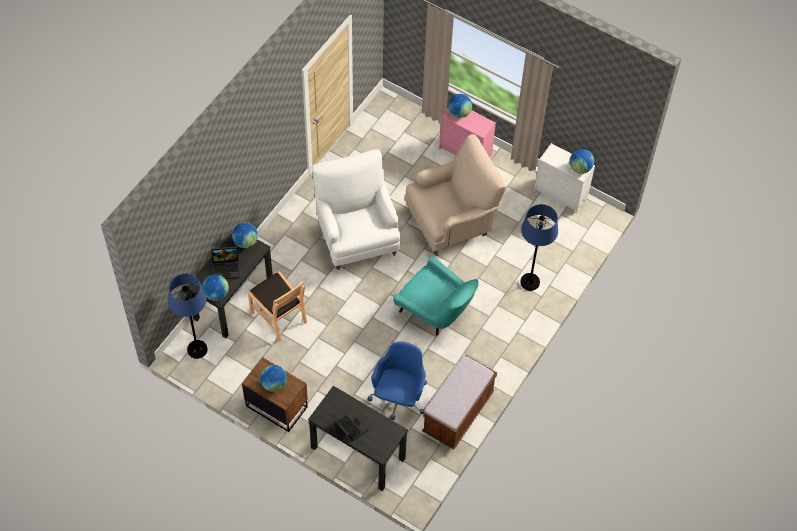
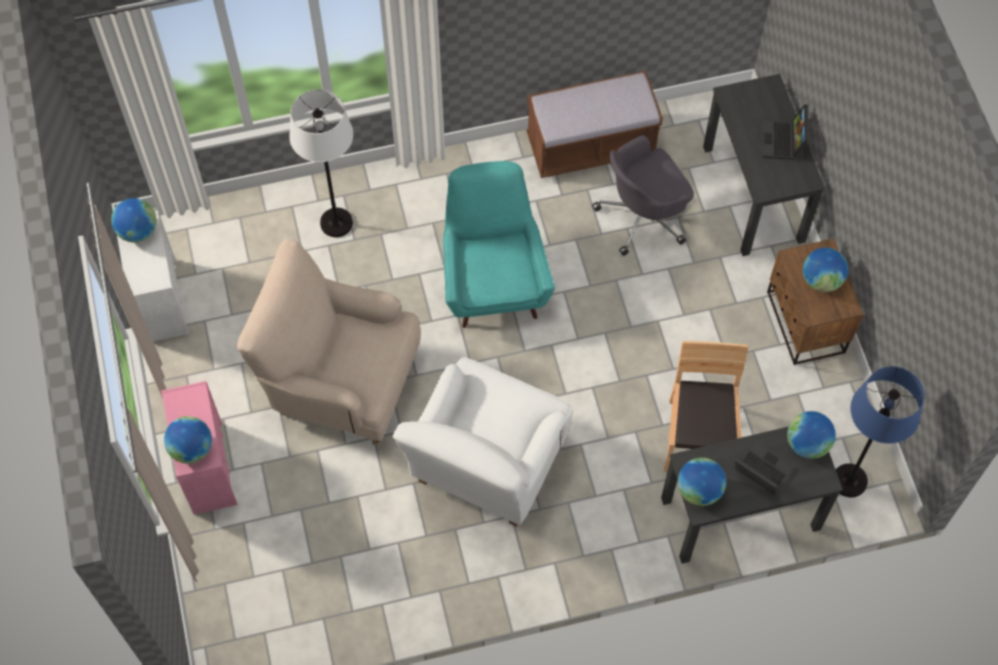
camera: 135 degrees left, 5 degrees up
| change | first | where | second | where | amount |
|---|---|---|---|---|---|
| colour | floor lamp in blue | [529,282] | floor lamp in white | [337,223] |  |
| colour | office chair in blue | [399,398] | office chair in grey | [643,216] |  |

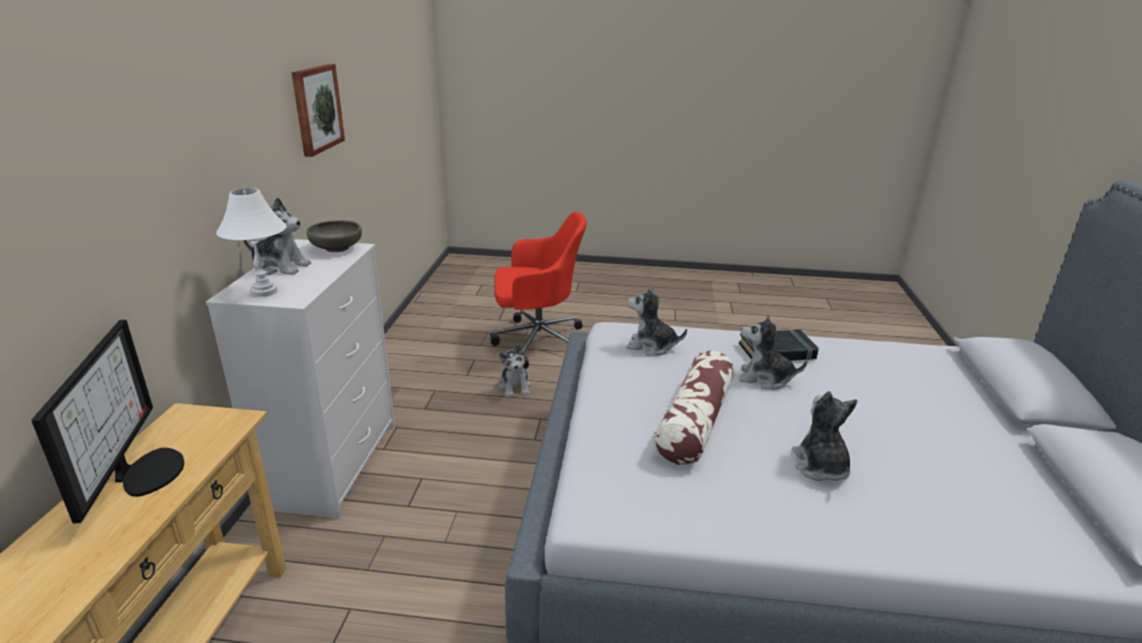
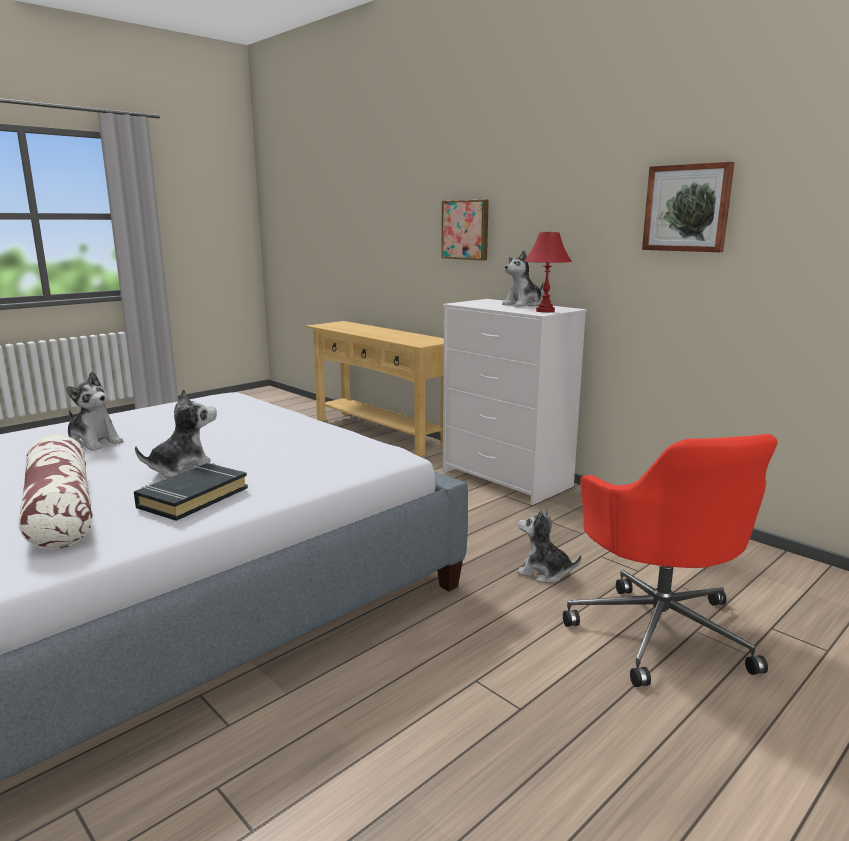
camera: 130 degrees right, 10 degrees down
| change | first | where | second | where | amount |
|---|---|---|---|---|---|
| missing | table lamp in white | [264,291] |  |  |  |
| spun | office chair in red | [537,342] |  | [659,630] | 45 degrees counterclockwise |
| exchanged | bowl in grey | [336,248] | table lamp in red | [545,311] |  |
| missing | plush toy | [651,346] |  |  |  |
| missing | monitor | [144,472] |  |  |  |
| relocated | pillow | [695,421] |  | [60,510] |  |
| appeared |  |  | picture | [466,230] |  |

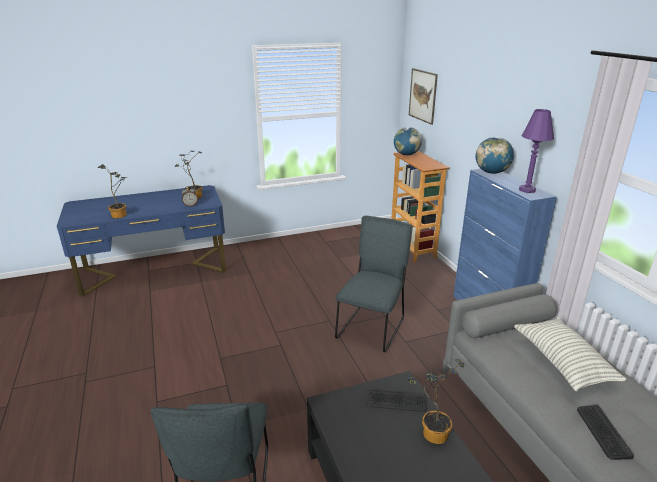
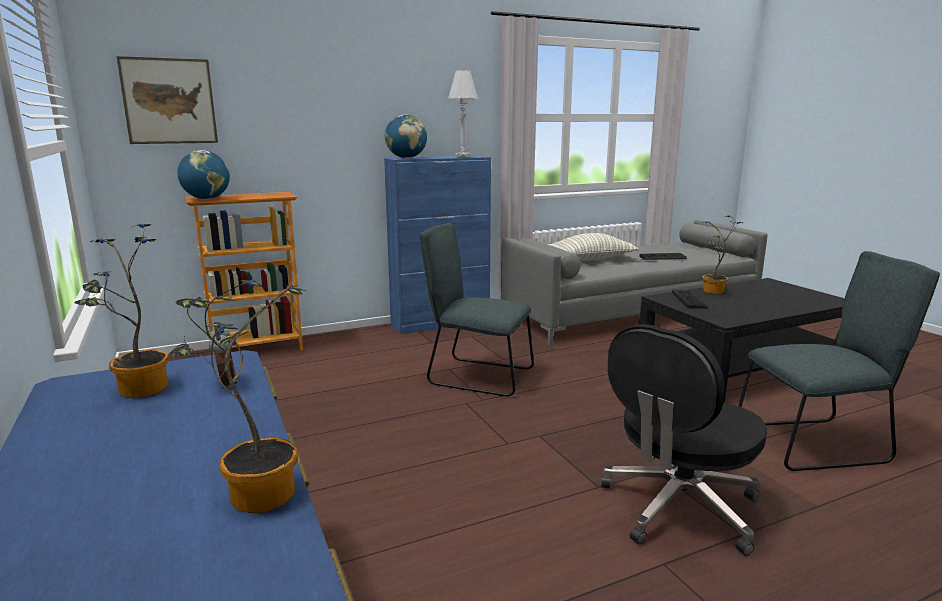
camera: 95 degrees left, 10 degrees down
| change | first | where | second | where | amount |
|---|---|---|---|---|---|
| colour | table lamp in purple | [527,190] | table lamp in white | [463,156] |  |
| appeared |  |  | office chair in black | [678,508] |  |

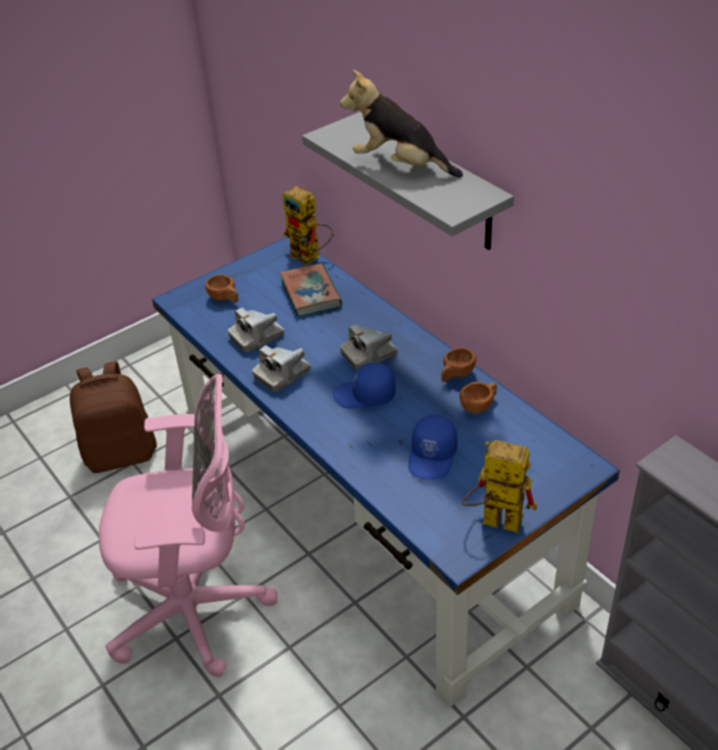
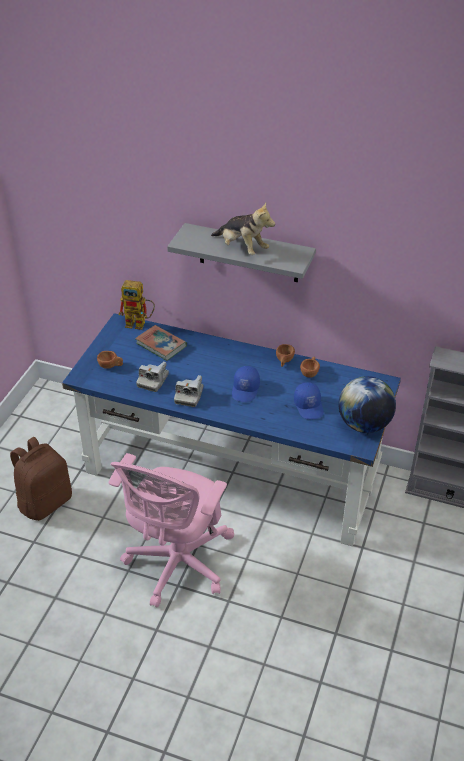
camera: 35 degrees left, 0 degrees up
| change | first | where | second | where | amount |
|---|---|---|---|---|---|
| spun | plush toy | [400,165] |  | [242,248] | 135 degrees counterclockwise |
| missing | photo camera | [369,354] |  |  |  |
| spun | cap in blue | [364,395] |  | [246,390] | 45 degrees counterclockwise |
| spun | office chair in pink | [196,609] |  | [176,565] | 150 degrees clockwise |
| exchanged | toy robot | [492,520] | globe | [364,425] |  |

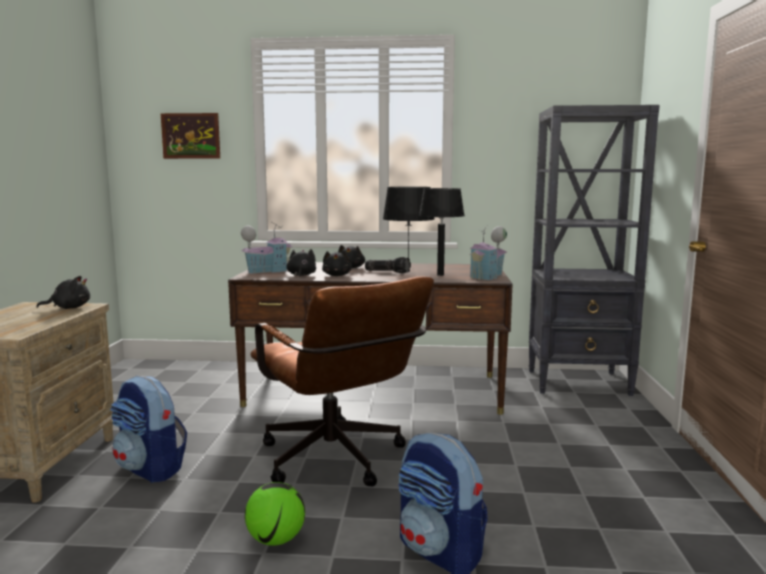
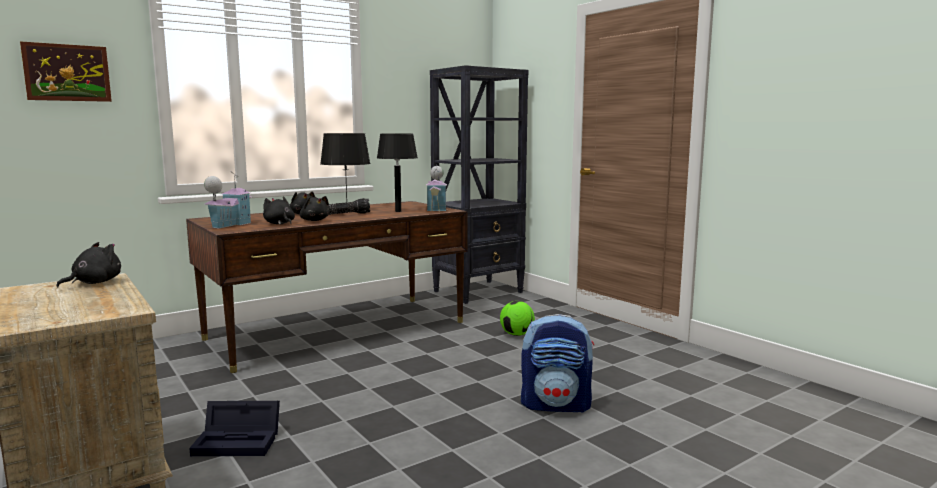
camera: 40 degrees left, 0 degrees up
| change | first | where | second | where | amount |
|---|---|---|---|---|---|
| missing | office chair in brown | [338,462] |  |  |  |
| exchanged | backpack | [151,469] | storage box in black | [240,441] |  |
| relocated | football | [276,540] |  | [517,334] |  |

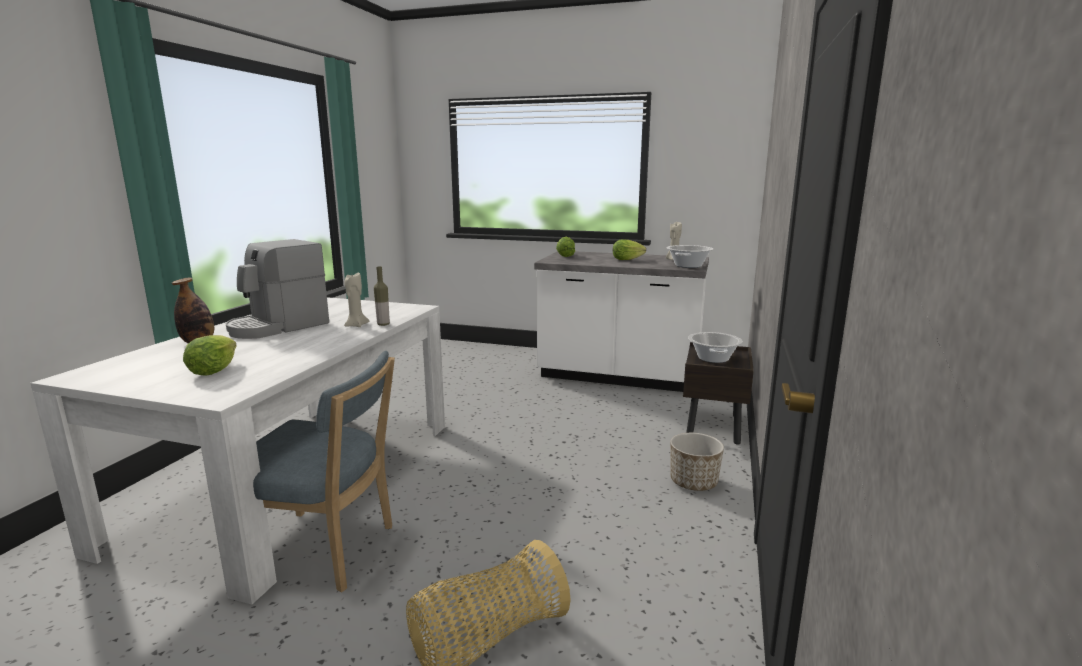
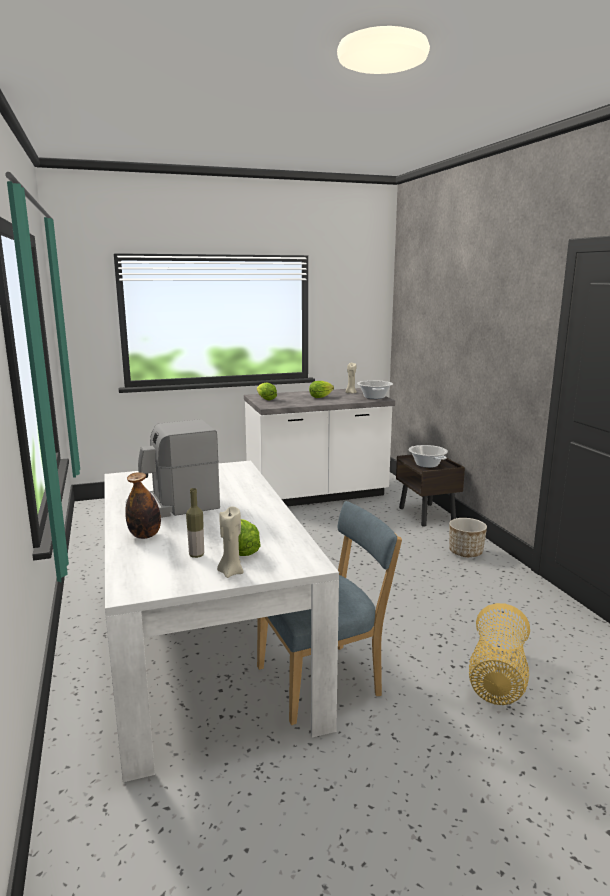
camera: 35 degrees left, 0 degrees up
| change | first | where | second | where | amount |
|---|---|---|---|---|---|
| spun | coffee machine | [278,327] |  | [173,506] | 60 degrees clockwise |
| relocated | bottle | [383,324] |  | [196,555] |  |
| relocated | candle in beige | [356,325] |  | [231,572] |  |

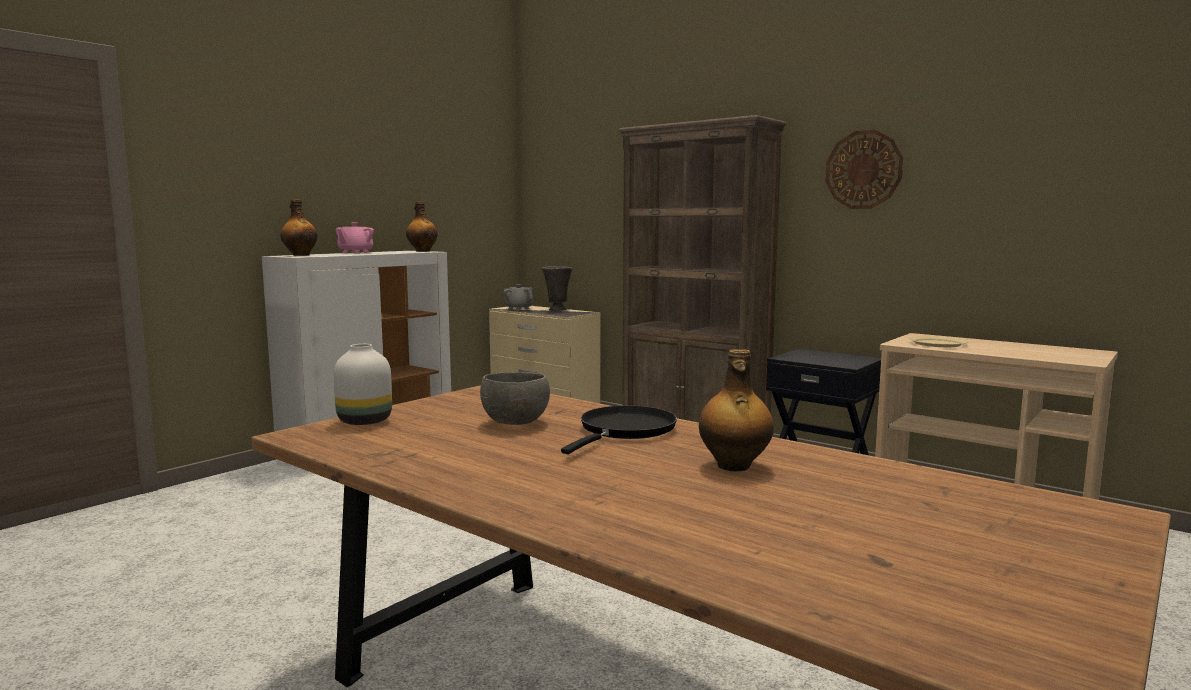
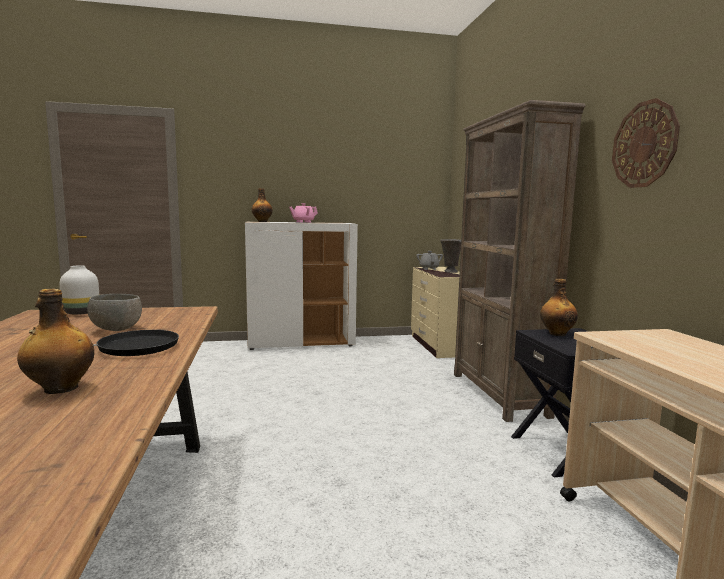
camera: 40 degrees right, 0 degrees up
| change | first | where | second | where | amount |
|---|---|---|---|---|---|
| relocated | bottle | [422,251] |  | [557,334] |  |
| missing | plate in beige | [937,343] |  |  |  |

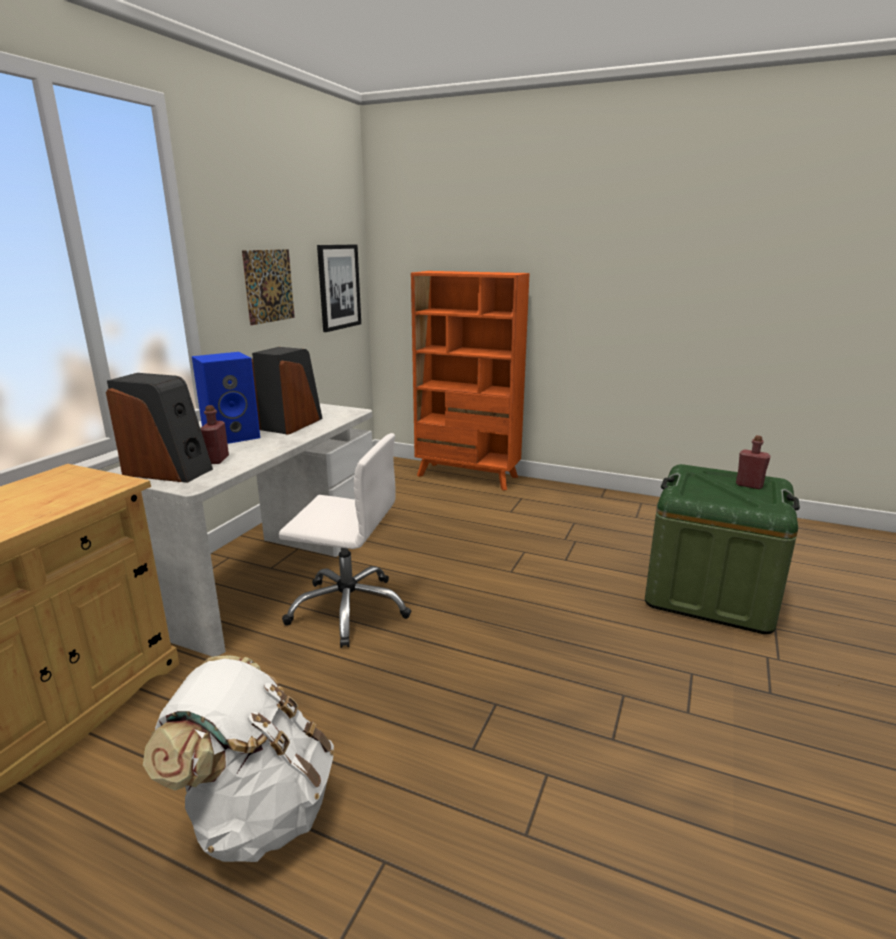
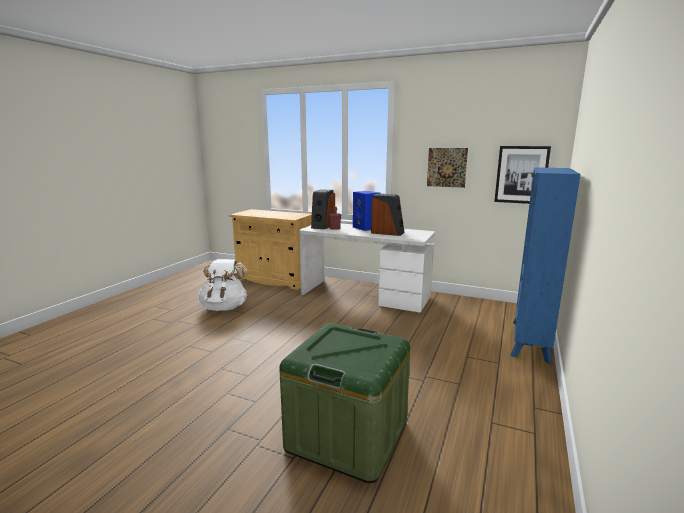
camera: 90 degrees right, 5 degrees down
| change | first | where | second | where | amount |
|---|---|---|---|---|---|
| colour | bookcase in orange | [467,476] | bookcase in blue | [530,341] |  |
| missing | office chair in white | [349,608] |  |  |  |
| missing | bottle in red | [749,485] |  |  |  |

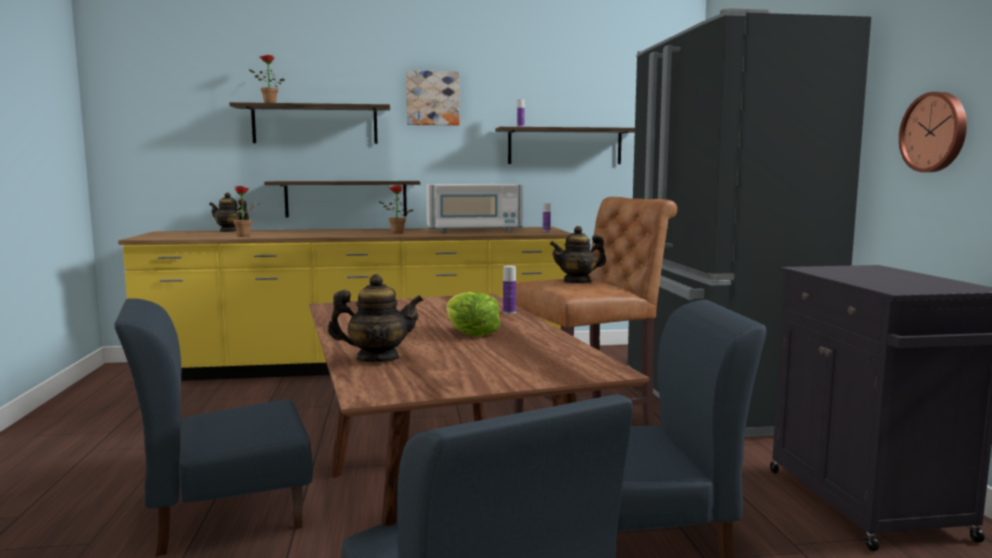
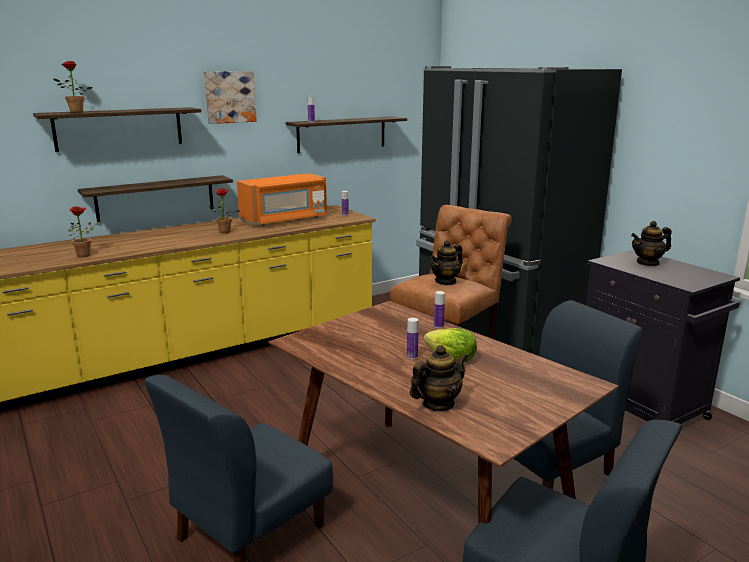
camera: 25 degrees left, 10 degrees up
| change | first | where | second | where | amount |
|---|---|---|---|---|---|
| missing | wall clock | [935,132] |  |  |  |
| colour | microwave in white | [474,230] | microwave in orange | [285,220] |  |
| relocated | teapot | [229,231] |  | [648,263] |  |
| appeared |  |  | bottle | [412,356] |  |

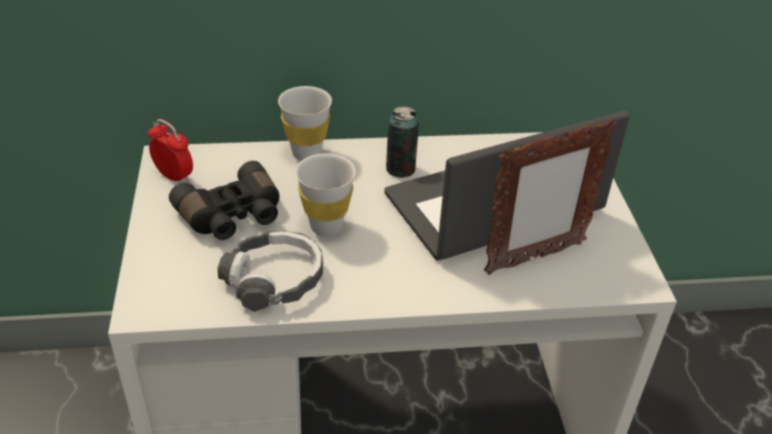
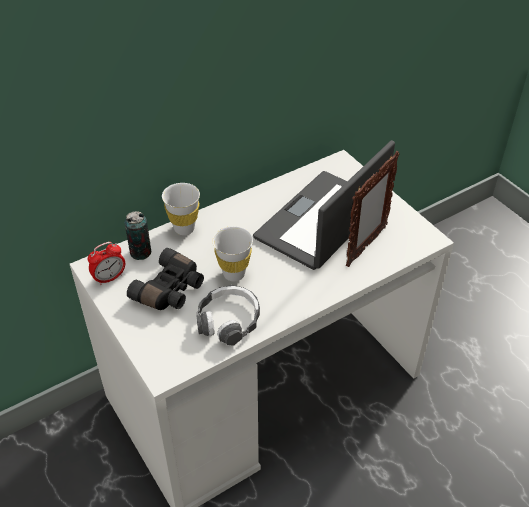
camera: 25 degrees left, 5 degrees up
| change | first | where | second | where | amount |
|---|---|---|---|---|---|
| relocated | can | [400,169] |  | [140,252] |  |
| spun | alarm clock | [174,176] |  | [109,278] | 135 degrees clockwise |

